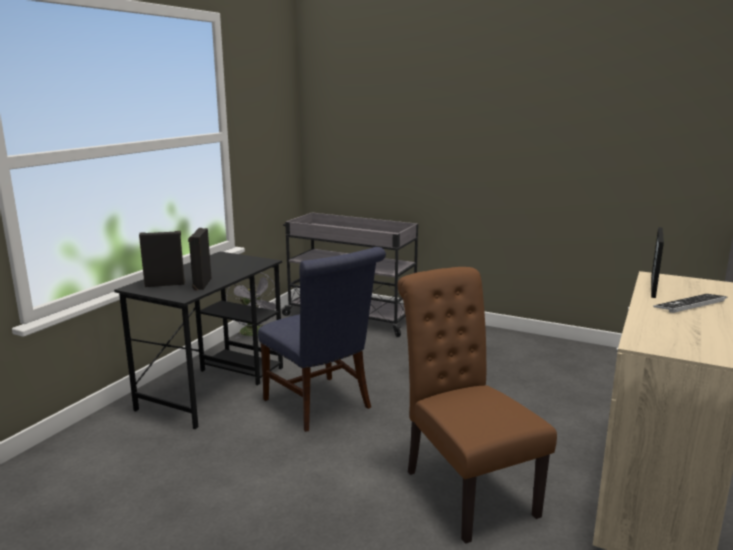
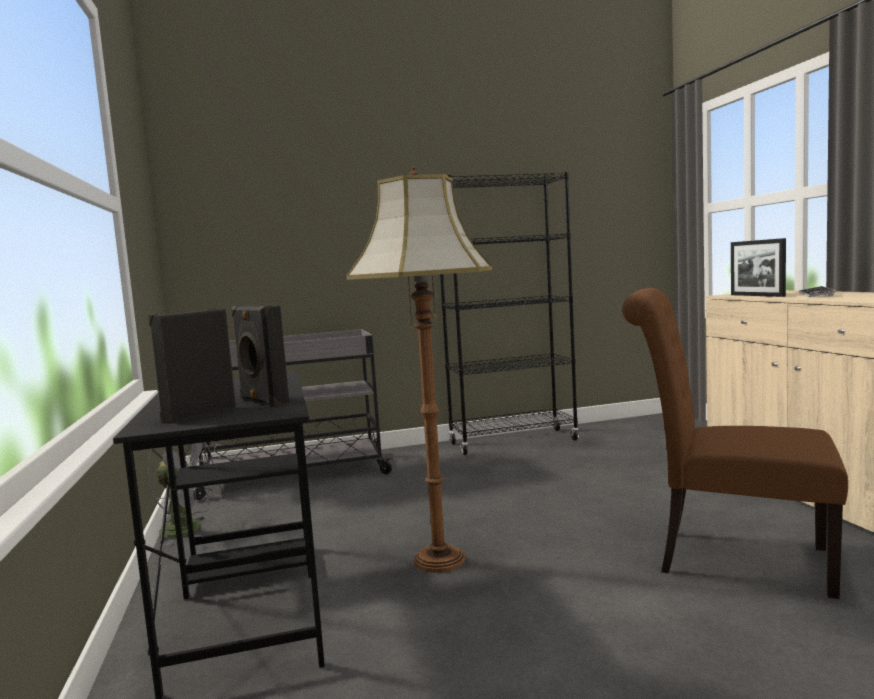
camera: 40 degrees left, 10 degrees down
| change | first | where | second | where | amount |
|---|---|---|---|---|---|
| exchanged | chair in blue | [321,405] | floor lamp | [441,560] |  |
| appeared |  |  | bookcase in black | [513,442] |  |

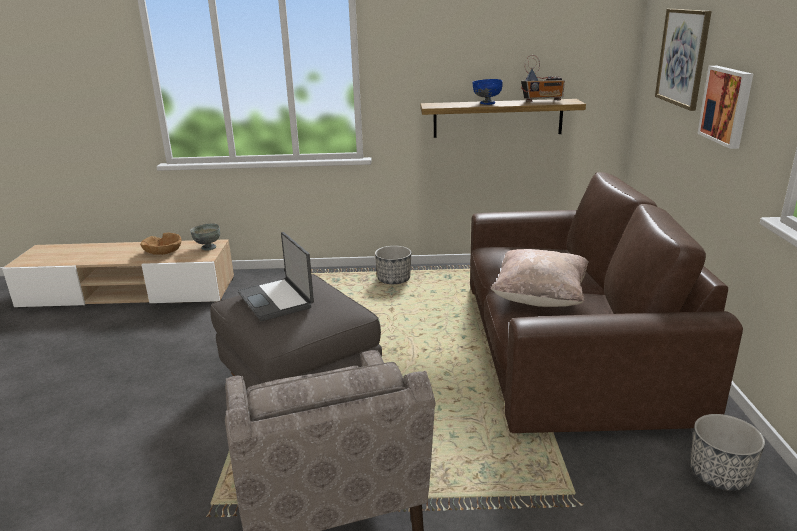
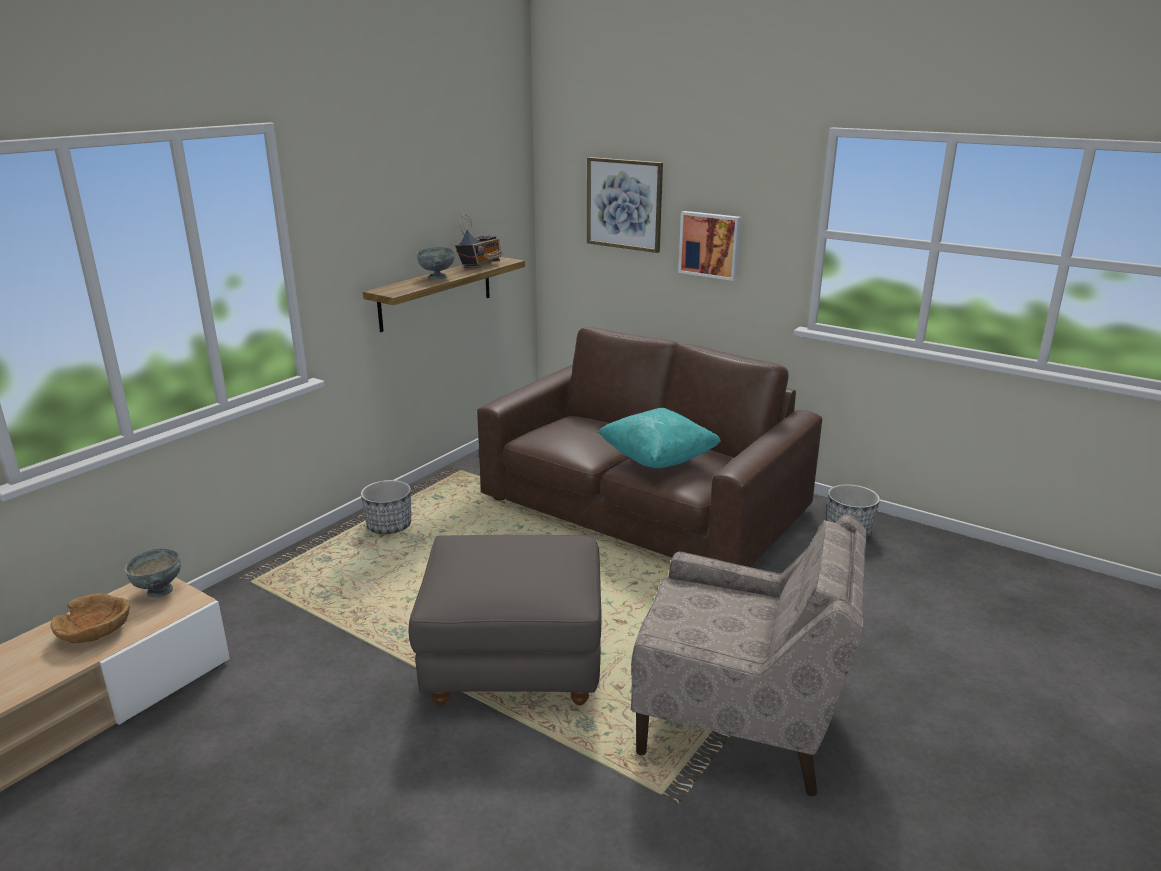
camera: 55 degrees left, 0 degrees up
| change | first | where | second | where | amount |
|---|---|---|---|---|---|
| colour | bowl in blue | [487,103] | bowl in grey | [437,277] |  |
| missing | laptop | [277,300] |  |  |  |
| colour | pillow in beige | [539,298] | pillow in turquoise | [658,459] |  |

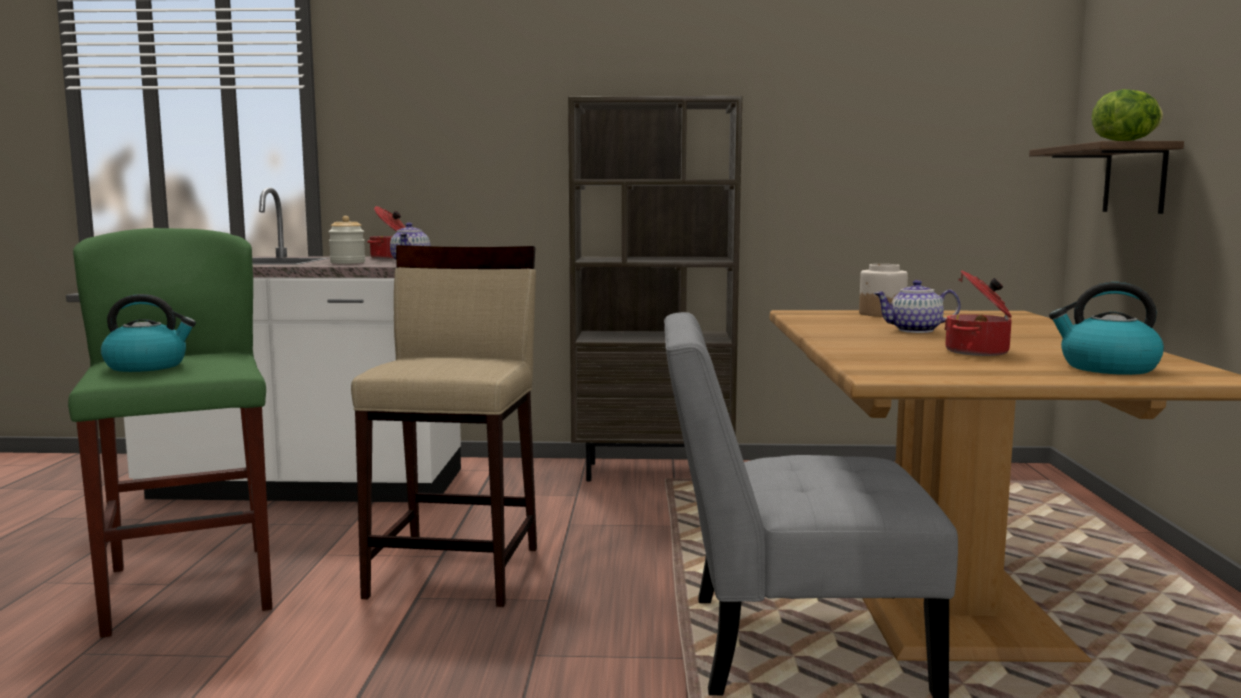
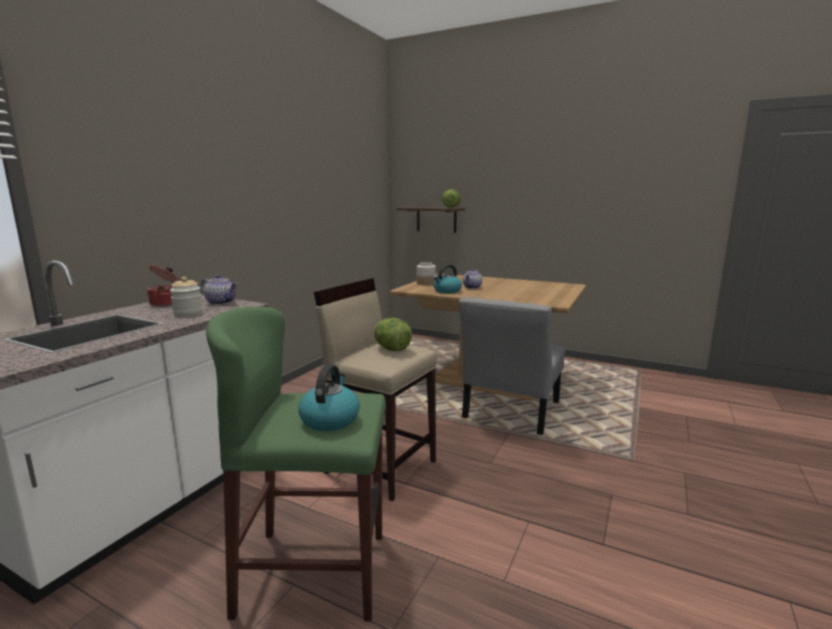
camera: 65 degrees left, 5 degrees up
| change | first | where | second | where | amount |
|---|---|---|---|---|---|
| missing | bookcase in brown | [654,472] |  |  |  |
| missing | cooking pot | [978,352] |  |  |  |
| relocated | kettle | [1107,368] |  | [447,291] |  |
| appeared |  |  | lettuce | [392,349] |  |

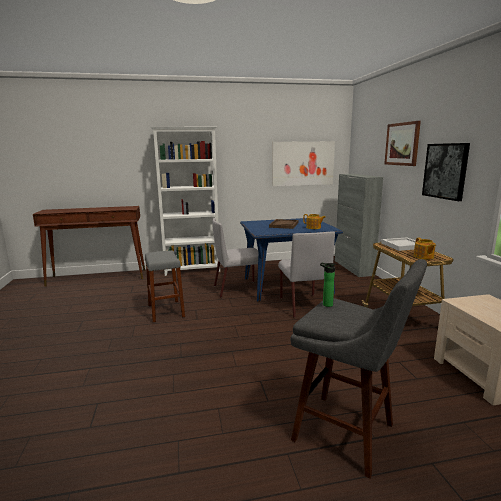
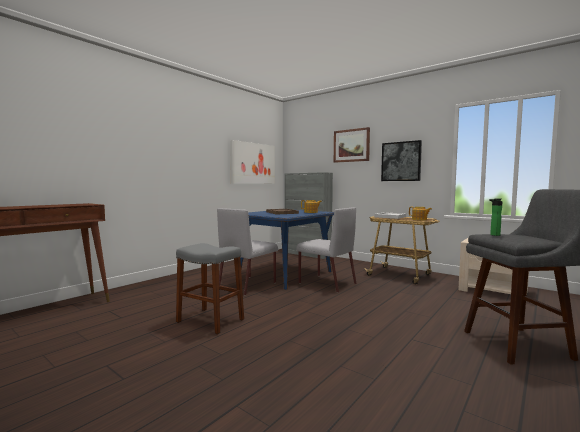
camera: 40 degrees left, 10 degrees down
| change | first | where | second | where | amount |
|---|---|---|---|---|---|
| missing | bookcase in white | [192,270] |  |  |  |

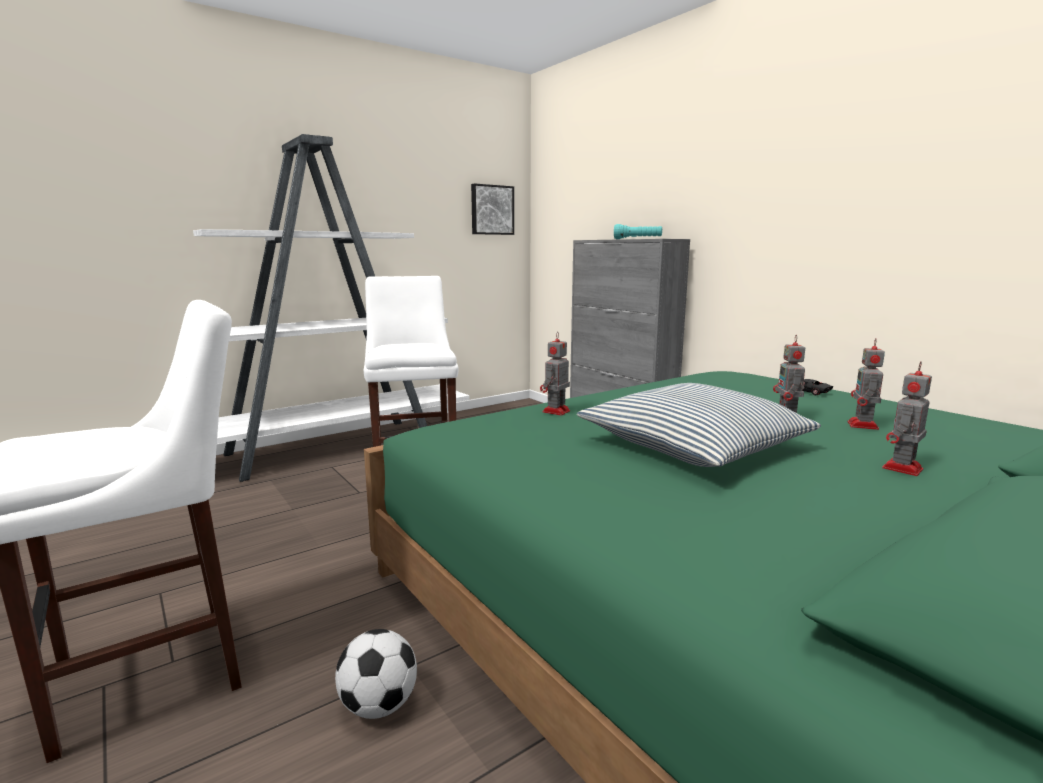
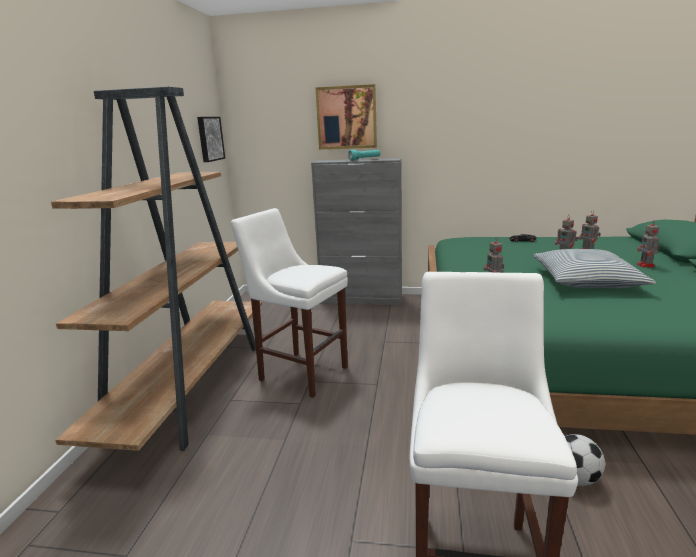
camera: 45 degrees left, 5 degrees up
| change | first | where | second | where | amount |
|---|---|---|---|---|---|
| colour | bookcase in white | [335,447] | bookcase in brown | [191,386] |  |
| appeared |  |  | picture | [346,117] |  |

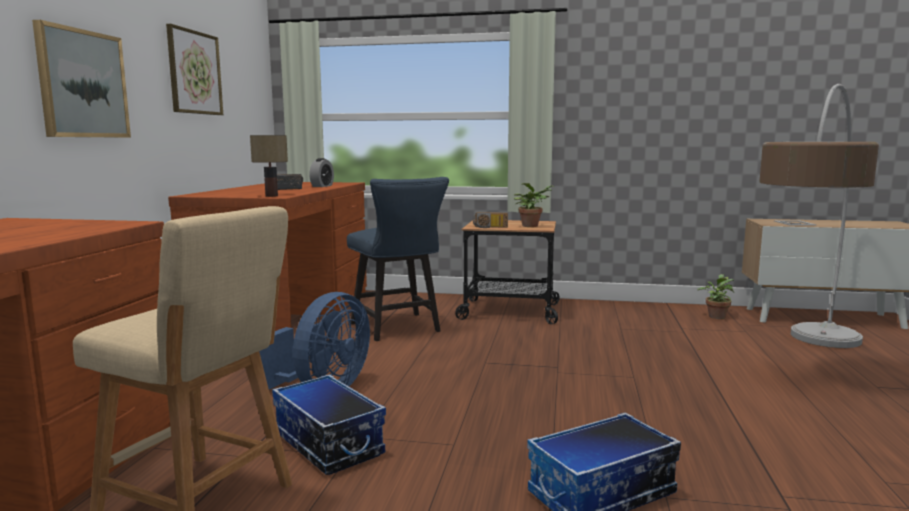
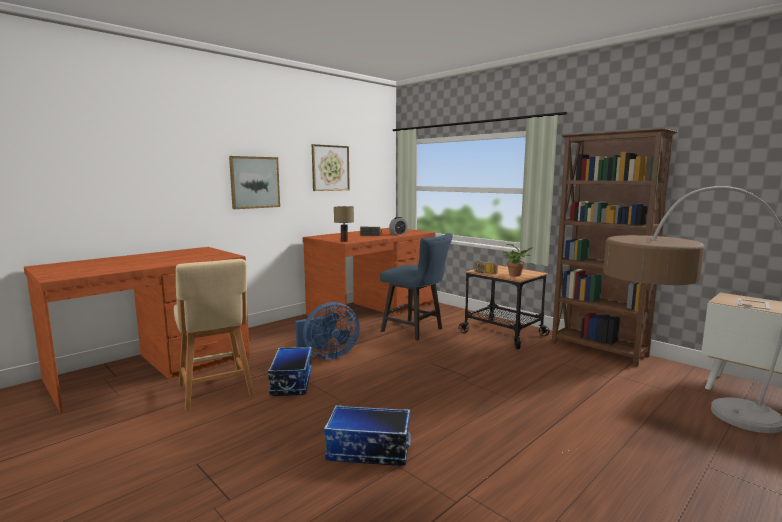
camera: 35 degrees right, 0 degrees up
| change | first | where | second | where | amount |
|---|---|---|---|---|---|
| spun | chair in blue | [398,329] |  | [416,330] | 60 degrees counterclockwise |
| missing | potted plant | [716,316] |  |  |  |
| appeared |  |  | bookcase in brown | [599,350] |  |

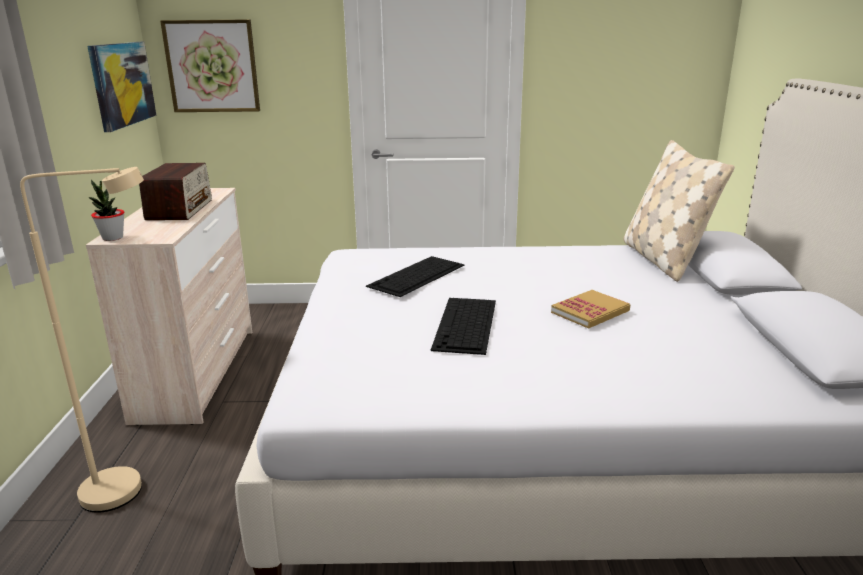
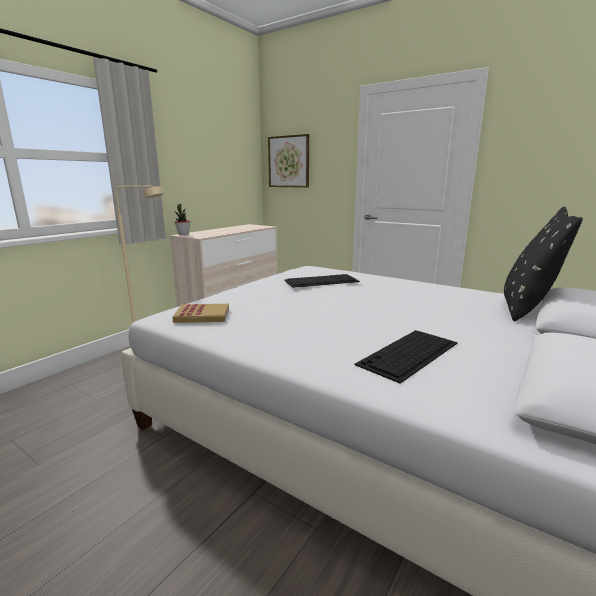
camera: 35 degrees right, 5 degrees down
| change | first | where | second | where | amount |
|---|---|---|---|---|---|
| missing | picture | [122,84] |  |  |  |
| colour | pillow in beige | [662,259] | pillow in black | [527,307] |  |
| missing | radio | [180,209] |  |  |  |
| relocated | book | [590,312] |  | [202,315] |  |
| relocated | keyboard | [466,325] |  | [409,354] |  |

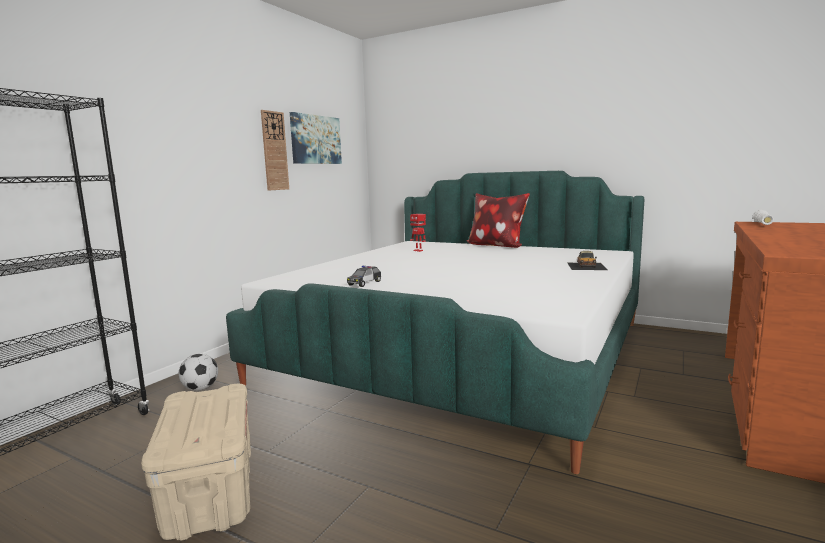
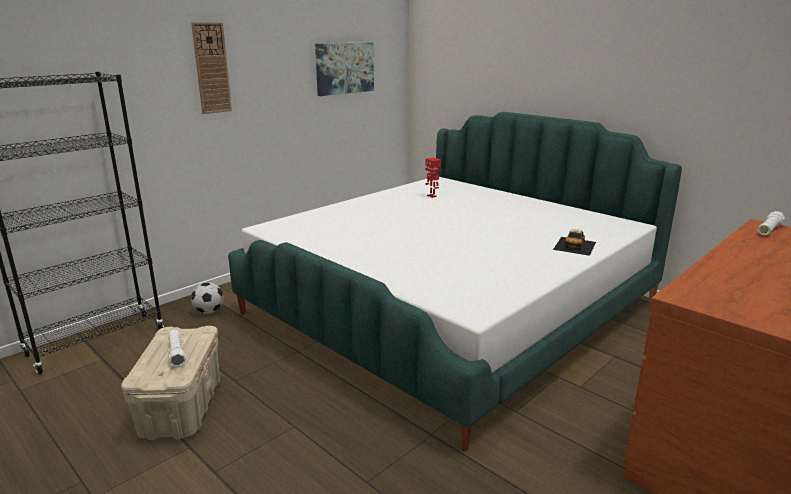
camera: 15 degrees right, 10 degrees up
| change | first | where | second | where | amount |
|---|---|---|---|---|---|
| relocated | wall clock | [274,151] |  | [211,68] |  |
| missing | pillow | [496,246] |  |  |  |
| missing | toy car | [364,283] |  |  |  |
| appeared |  |  | flashlight in white | [176,353] |  |

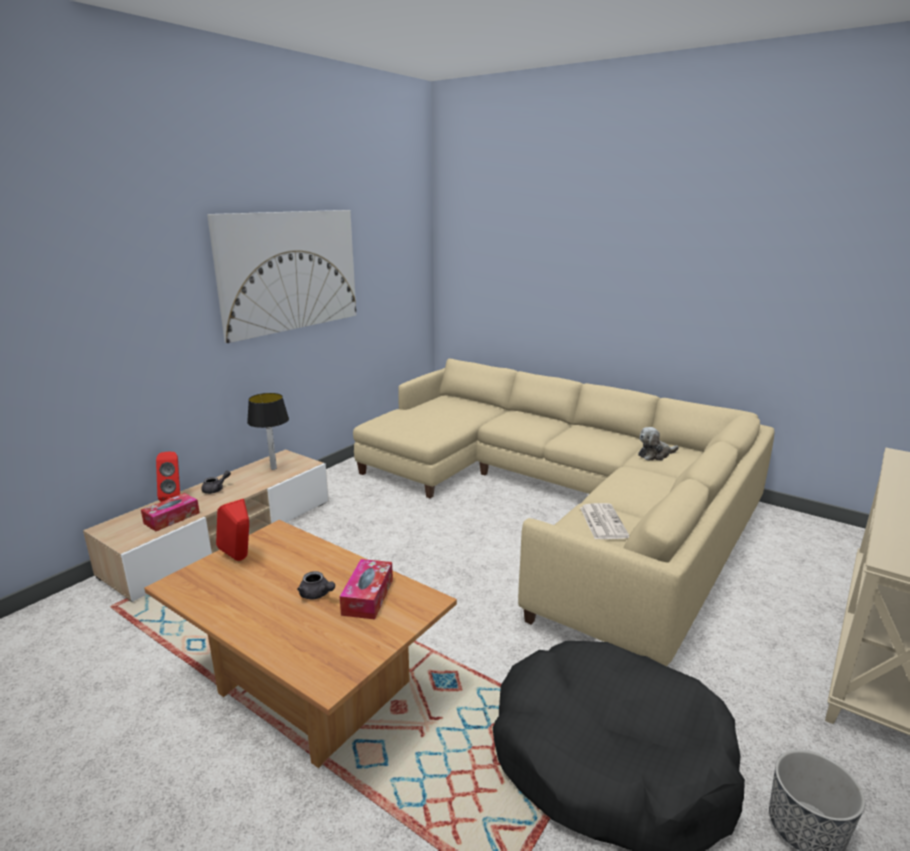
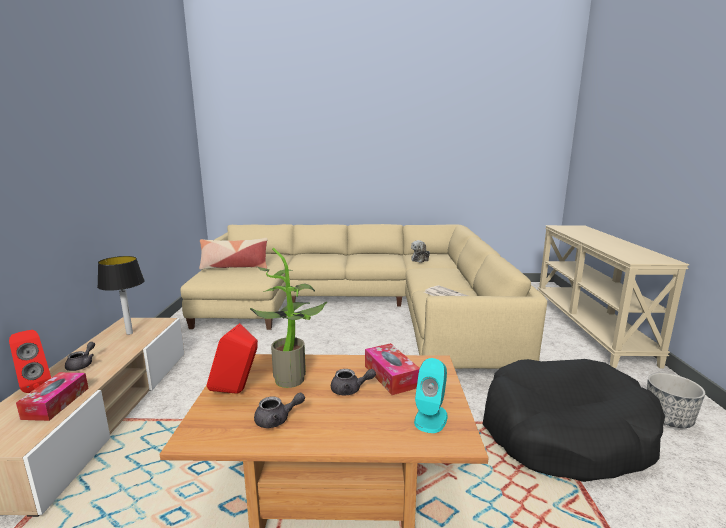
camera: 35 degrees left, 5 degrees down
| change | first | where | second | where | amount |
|---|---|---|---|---|---|
| missing | picture | [290,271] |  |  |  |
| appeared |  |  | pillow | [234,267] |  |
| appeared |  |  | potted plant | [293,377] |  |
| appeared |  |  | speaker in turquoise | [431,418] |  |
| appeared |  |  | teapot in grey | [277,420] |  |

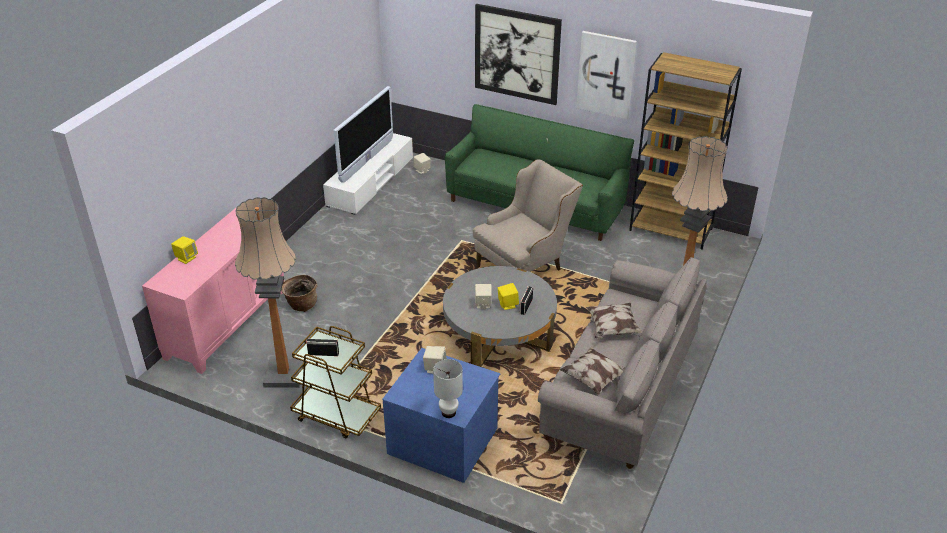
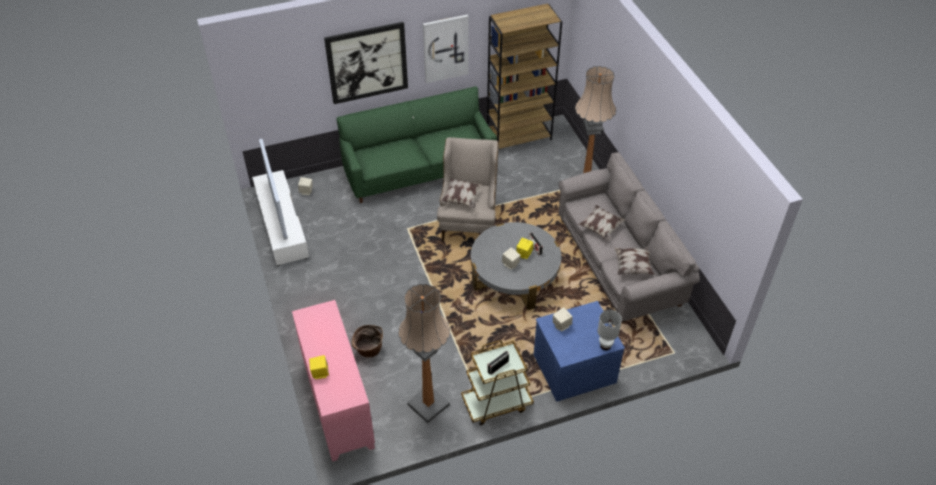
camera: 45 degrees left, 10 degrees up
| change | first | where | second | where | amount |
|---|---|---|---|---|---|
| appeared |  |  | pillow | [462,198] |  |

